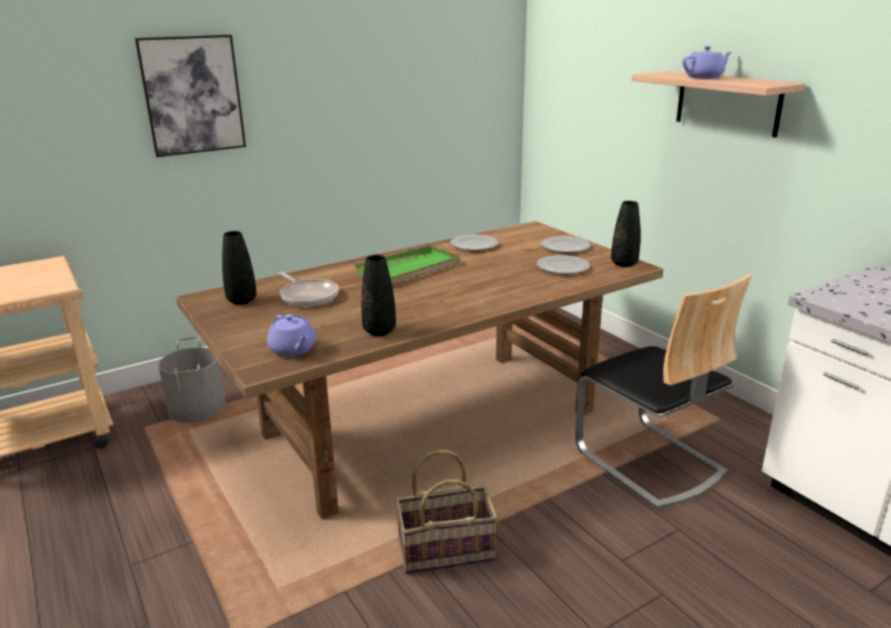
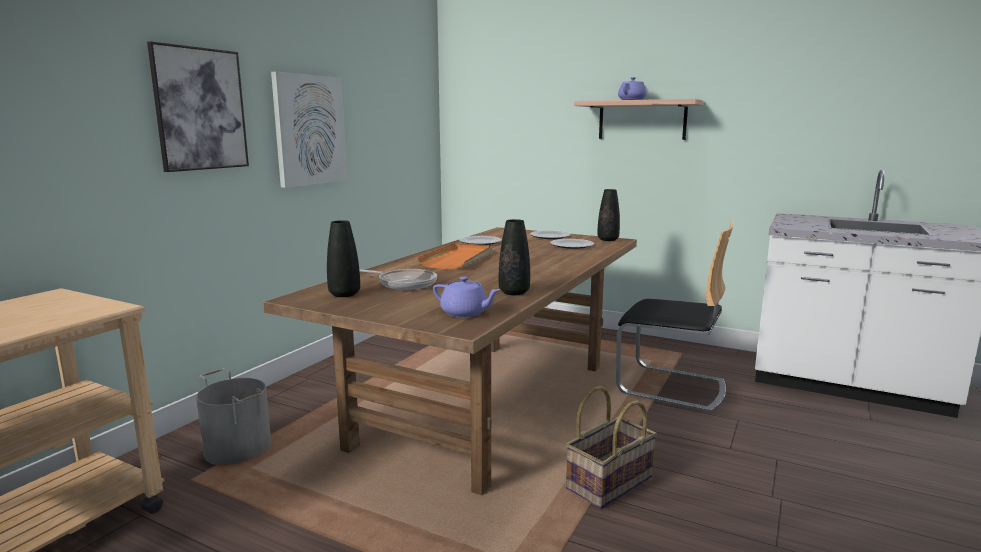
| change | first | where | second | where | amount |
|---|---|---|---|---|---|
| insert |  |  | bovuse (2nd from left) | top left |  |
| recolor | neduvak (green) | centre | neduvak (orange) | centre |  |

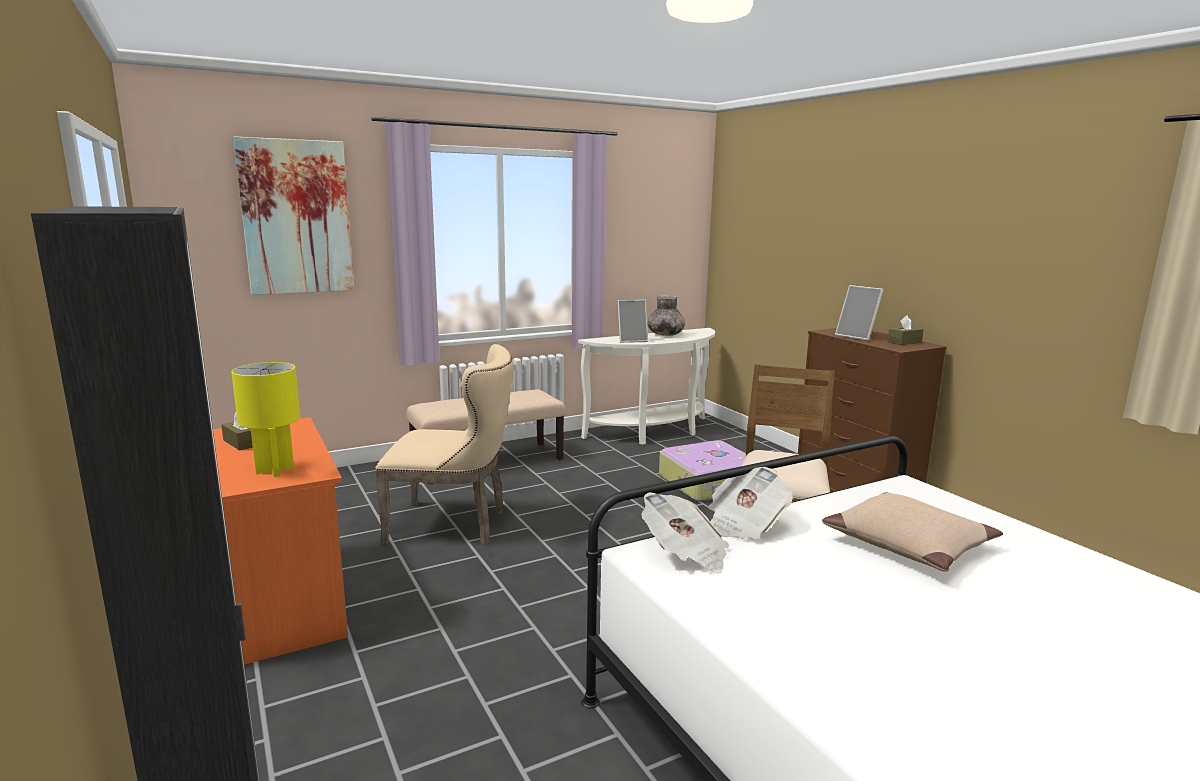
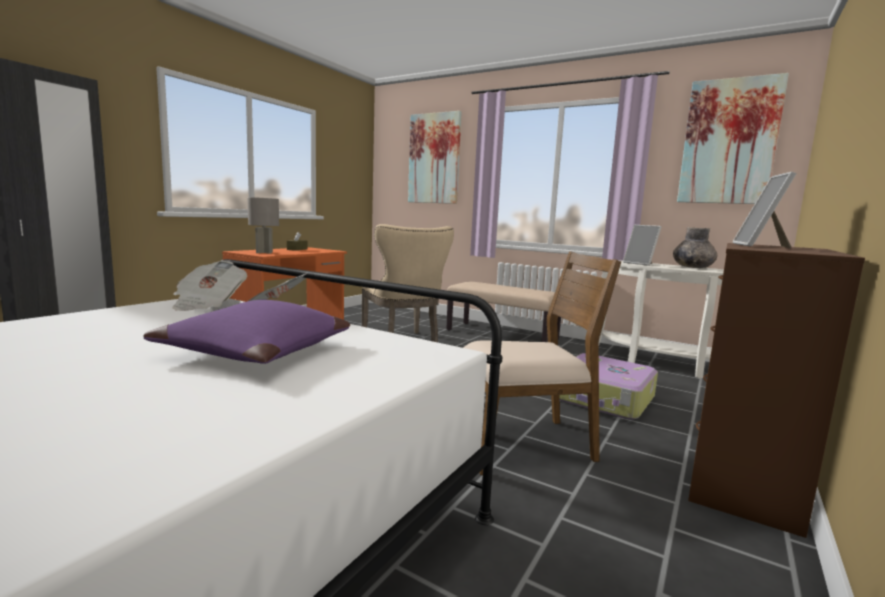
| change | first | where | second | where | amount |
|---|---|---|---|---|---|
| recolor | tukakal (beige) | bottom right | tukakal (purple) | middle left |  |
| recolor | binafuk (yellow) | middle left | binafuk (grey) | middle left |  |
| insert |  |  | bovuse (2nd from left) | top right |  |
| delete | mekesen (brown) (2nd from left) | middle right |  |  |  |

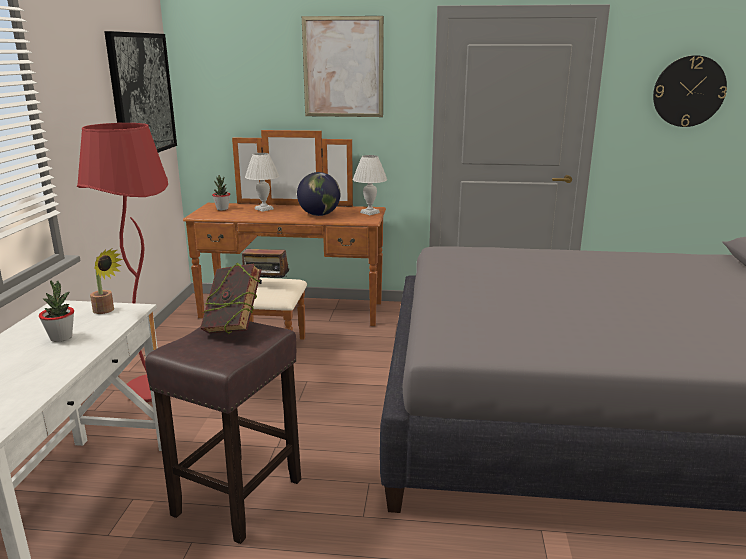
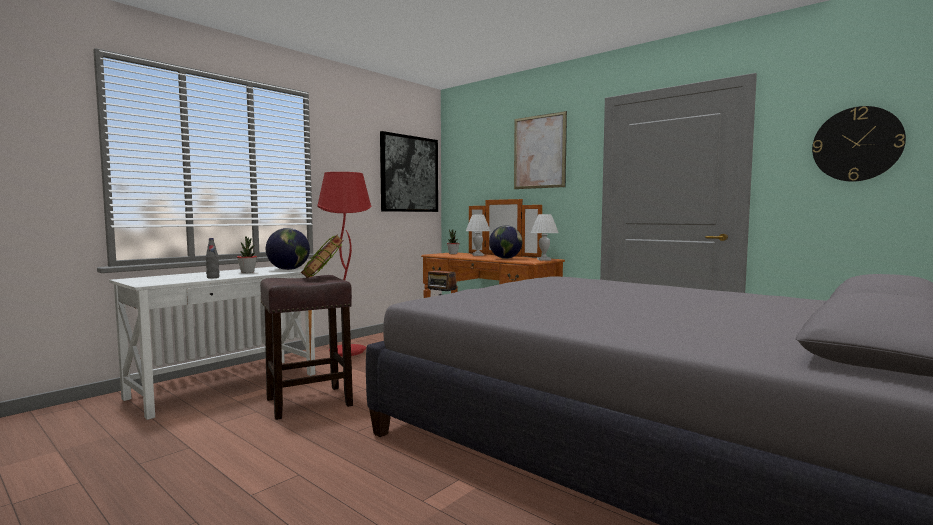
| change | first | where | second | where | amount |
|---|---|---|---|---|---|
| insert |  |  | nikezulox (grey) | middle left |  |
| replace | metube (2nd from left) | middle left | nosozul (1st from left) | middle left |  |

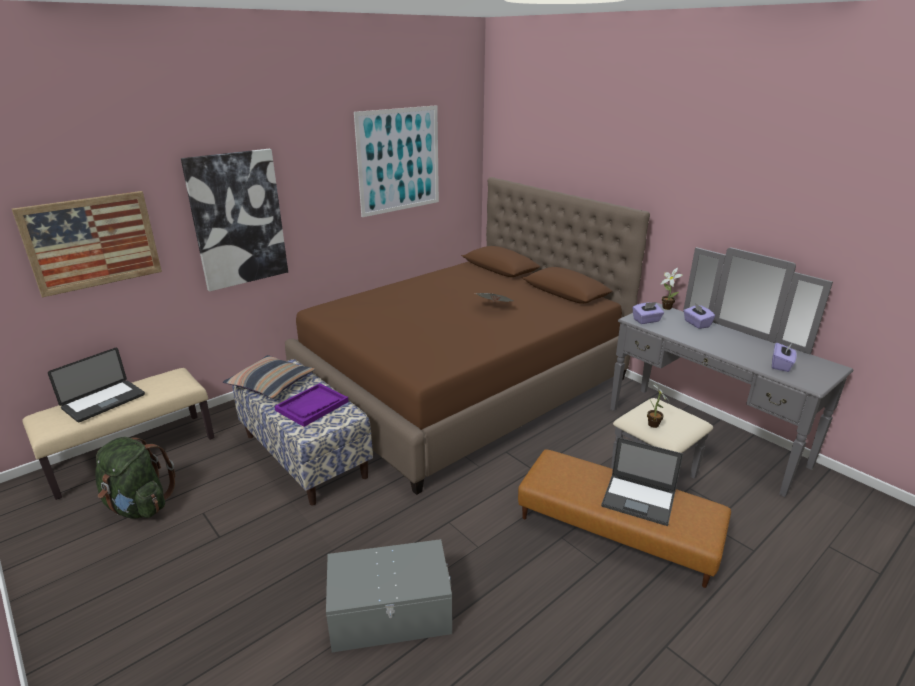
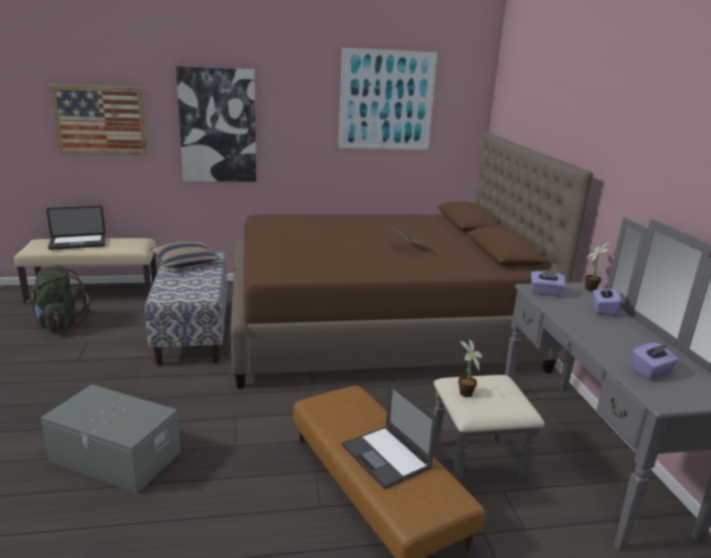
| change | first | where | second | where | amount |
|---|---|---|---|---|---|
| delete | neduvak (purple) | centre |  |  |  |

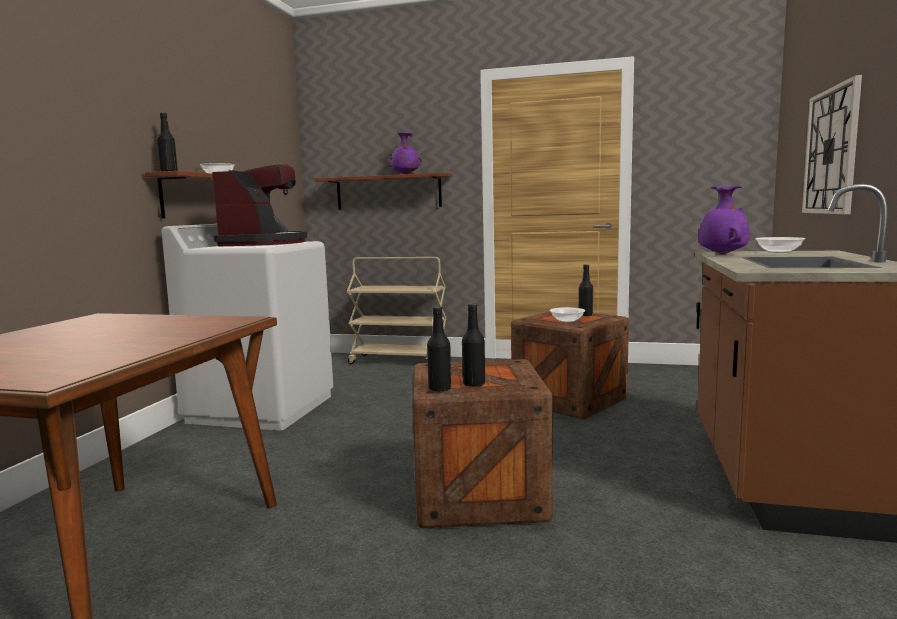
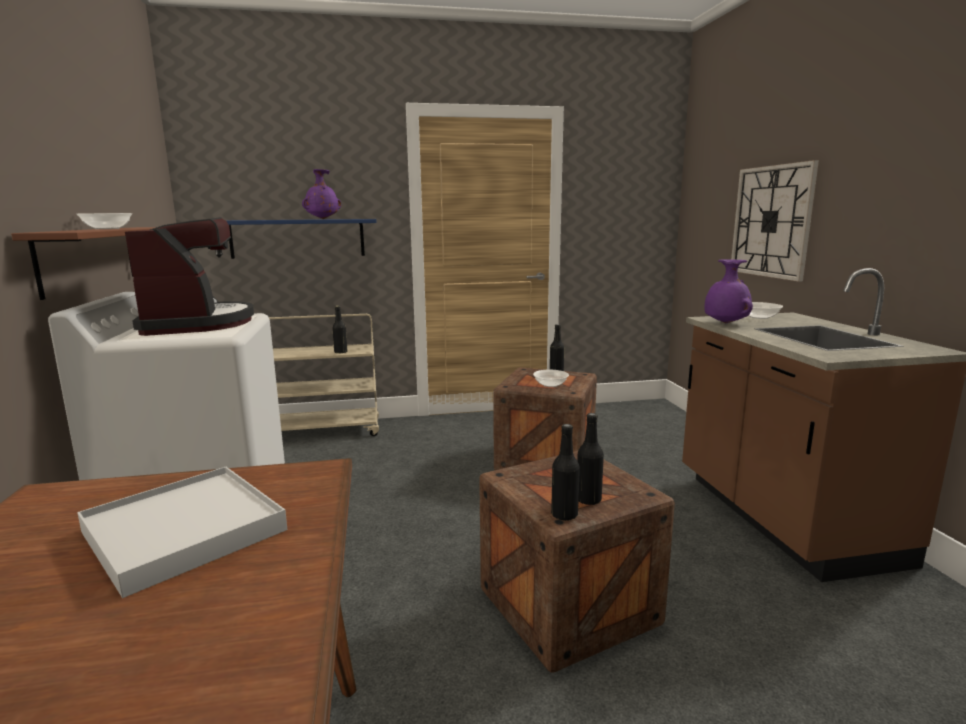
| change | first | where | second | where | amount |
|---|---|---|---|---|---|
| insert |  |  | neduvak (white) | bottom left |  |
| recolor | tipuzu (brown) (2nd from left) | top centre | tipuzu (blue) | top left |  |
| move | nikezulox (black) (1st from left) | top left |  | centre |  |

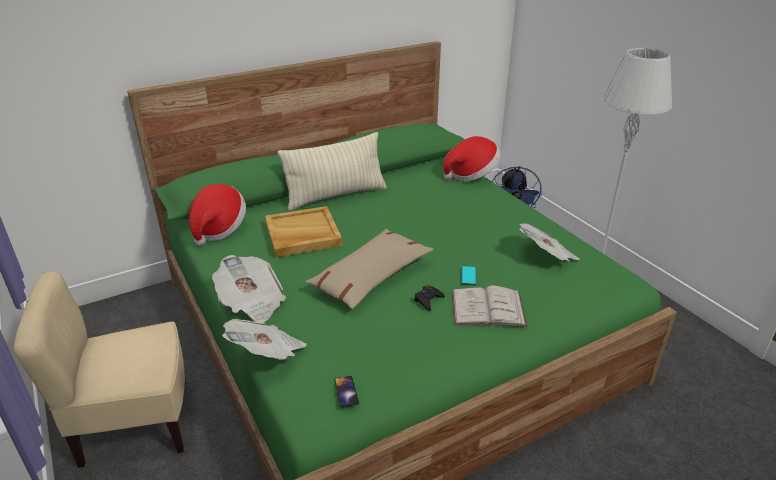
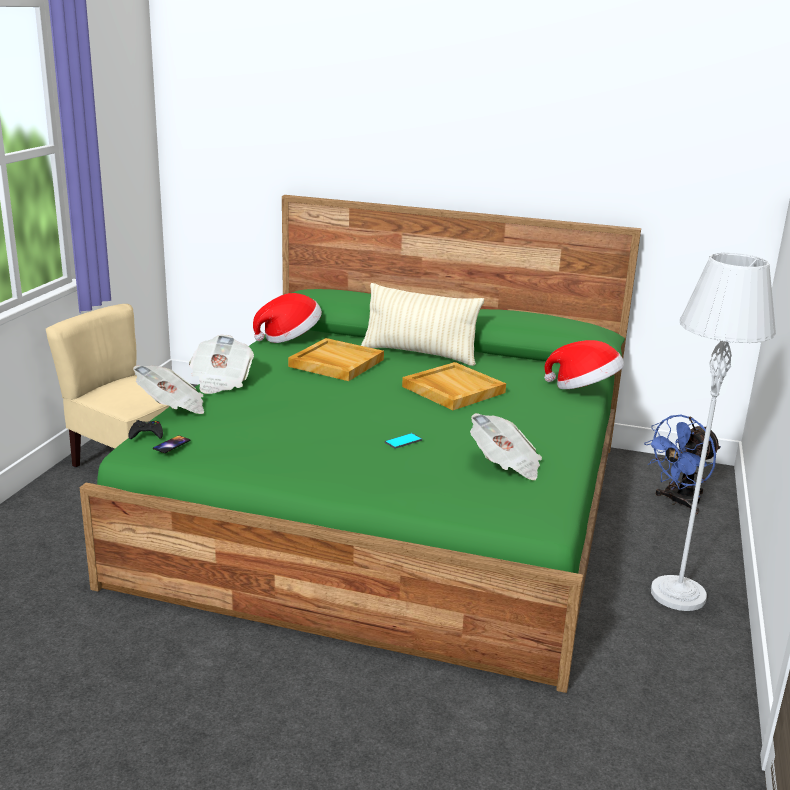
| change | first | where | second | where | amount |
|---|---|---|---|---|---|
| move | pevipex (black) | centre |  | middle left |  |
| insert |  |  | neduvak (beige) (2nd from left) | centre |  |
| delete | tukakal (beige) (2nd from left) | centre |  |  |  |
| delete | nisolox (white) | centre |  |  |  |

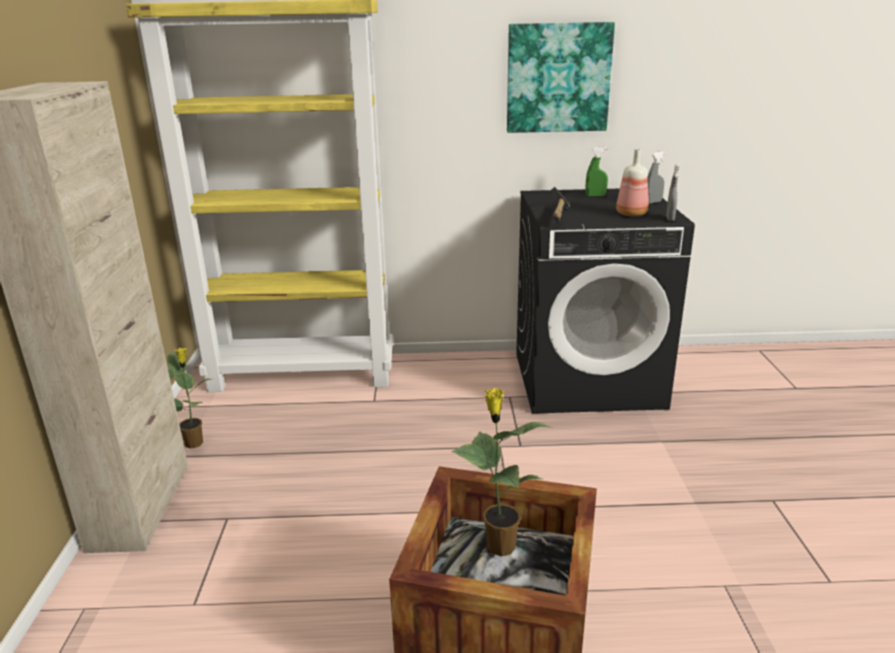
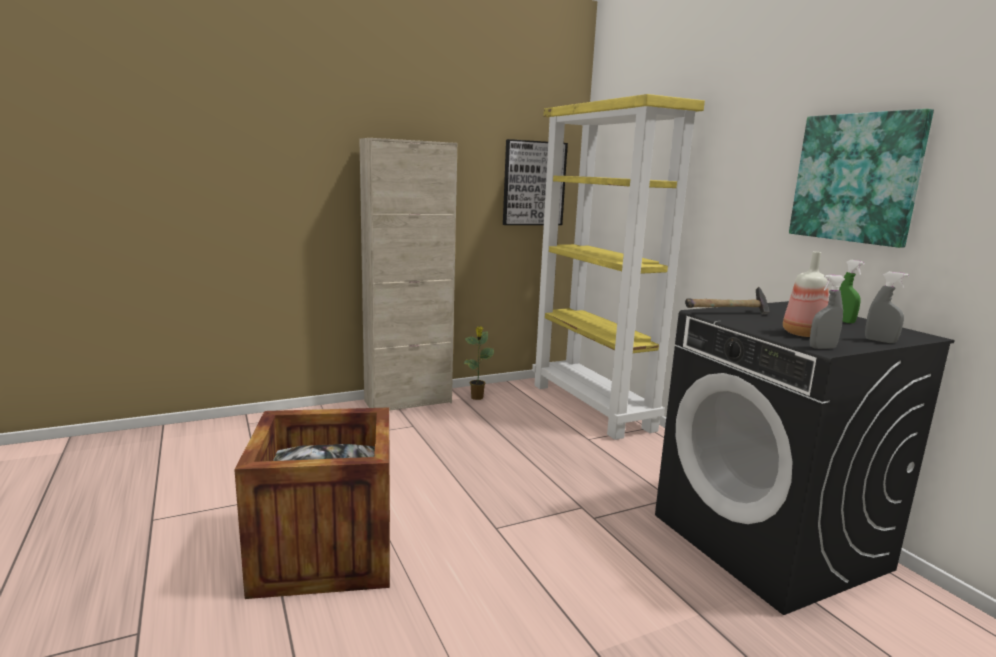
| change | first | where | second | where | amount |
|---|---|---|---|---|---|
| insert |  |  | bovuse (1st from left) | top centre |  |
| delete | metube (2nd from left) | bottom centre |  |  |  |

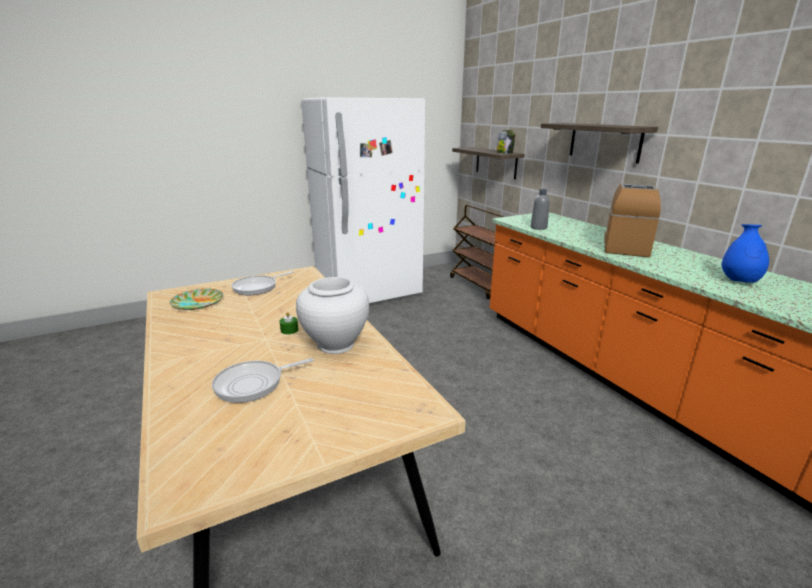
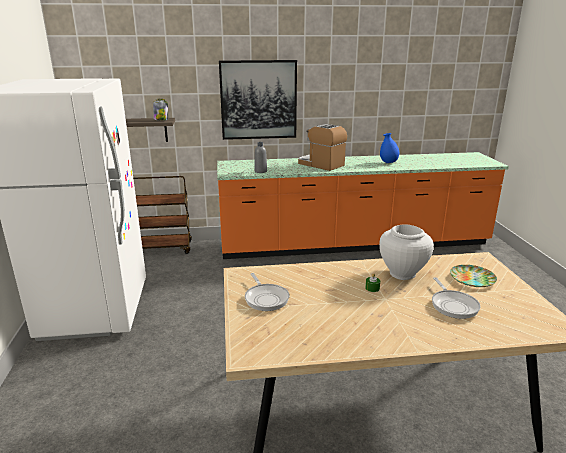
| change | first | where | second | where | amount |
|---|---|---|---|---|---|
| replace | tipuzu (2nd from left) | top right | bovuse | top centre |  |
| move | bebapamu | middle left |  | middle right |  |

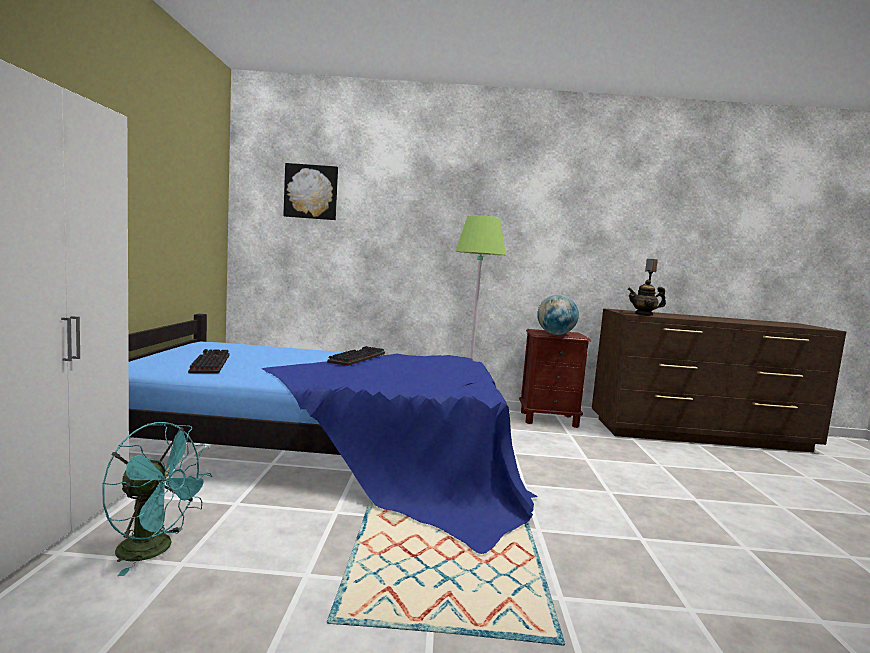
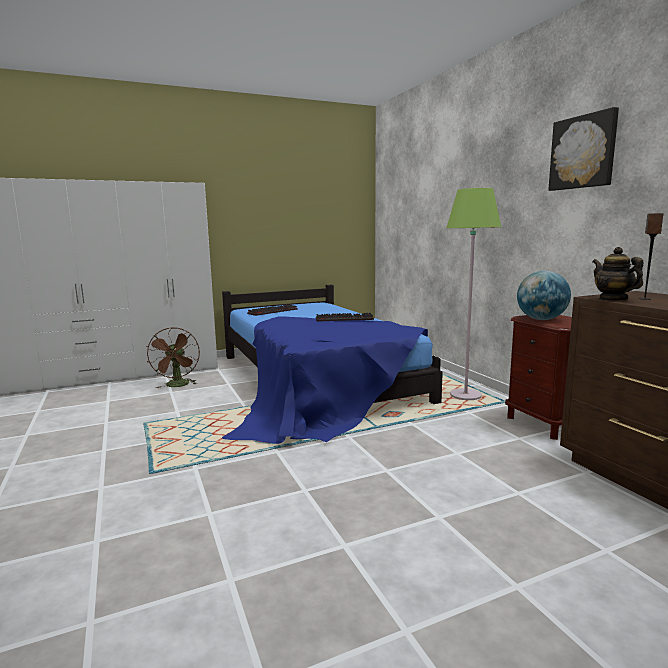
| change | first | where | second | where | amount |
|---|---|---|---|---|---|
| recolor | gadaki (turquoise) | bottom left | gadaki (brown) | middle left |  |
| move | bovuse | top centre |  | top right |  |

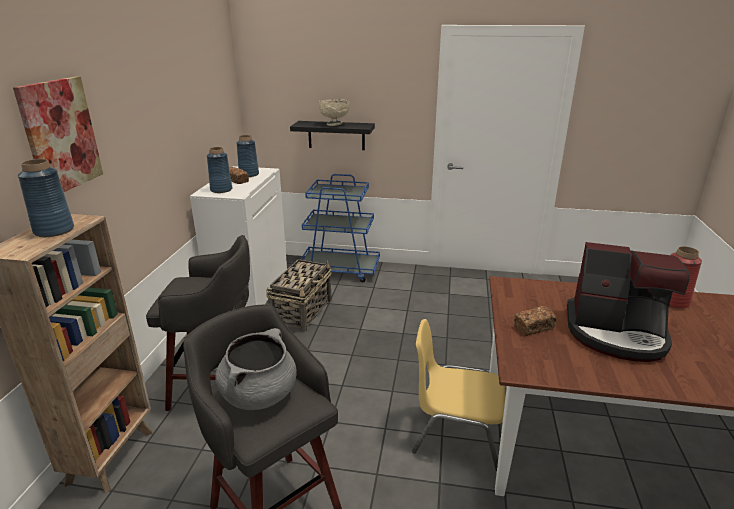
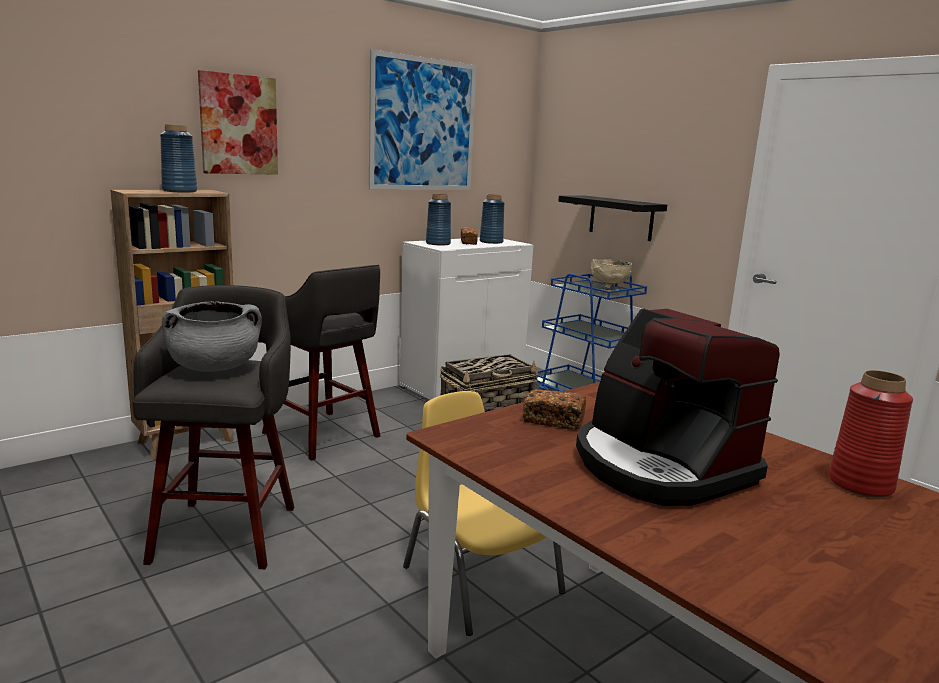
| change | first | where | second | where | amount |
|---|---|---|---|---|---|
| insert |  |  | bovuse (2nd from left) | top centre |  |
| move | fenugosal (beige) | top centre |  | centre |  |

